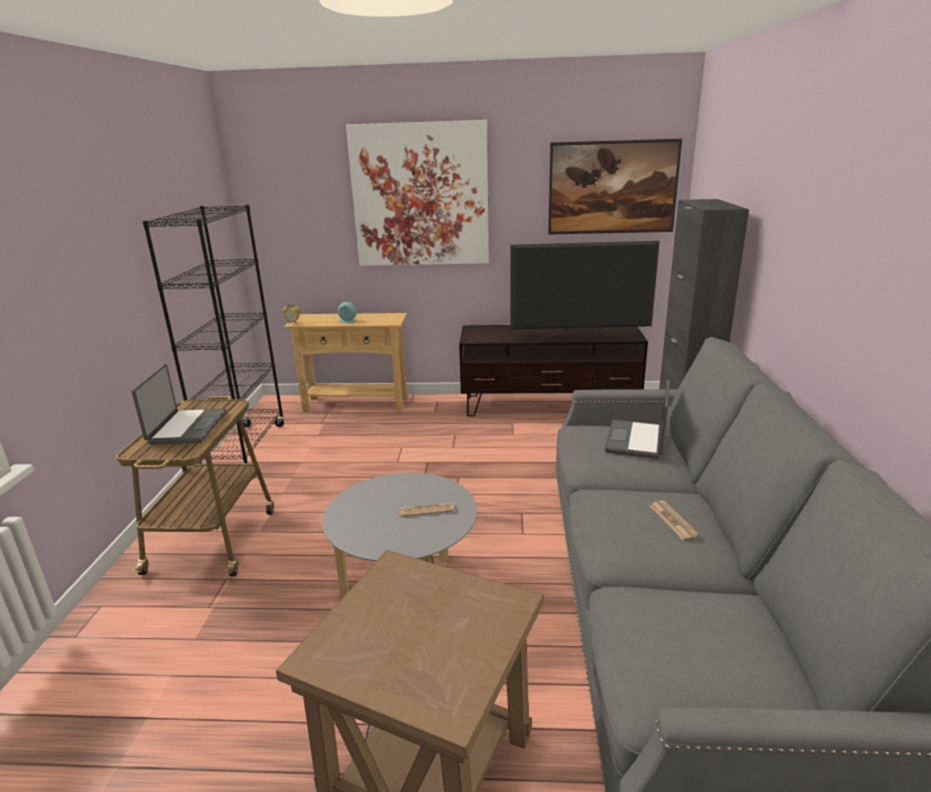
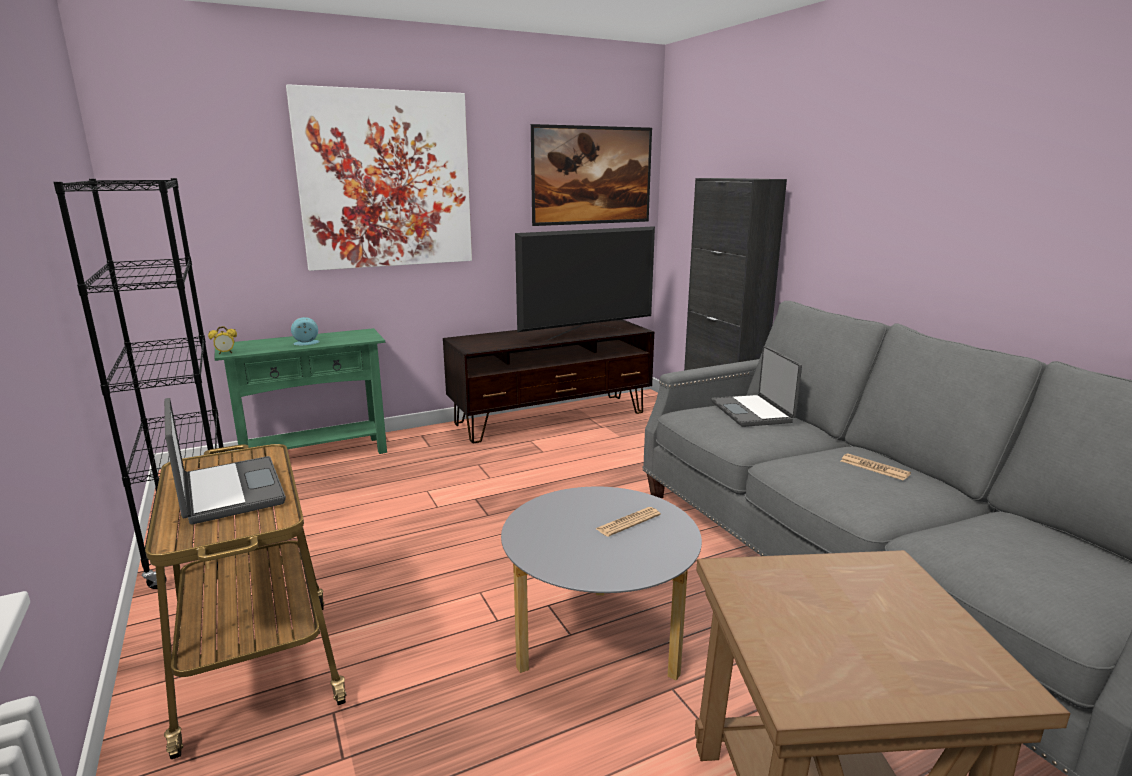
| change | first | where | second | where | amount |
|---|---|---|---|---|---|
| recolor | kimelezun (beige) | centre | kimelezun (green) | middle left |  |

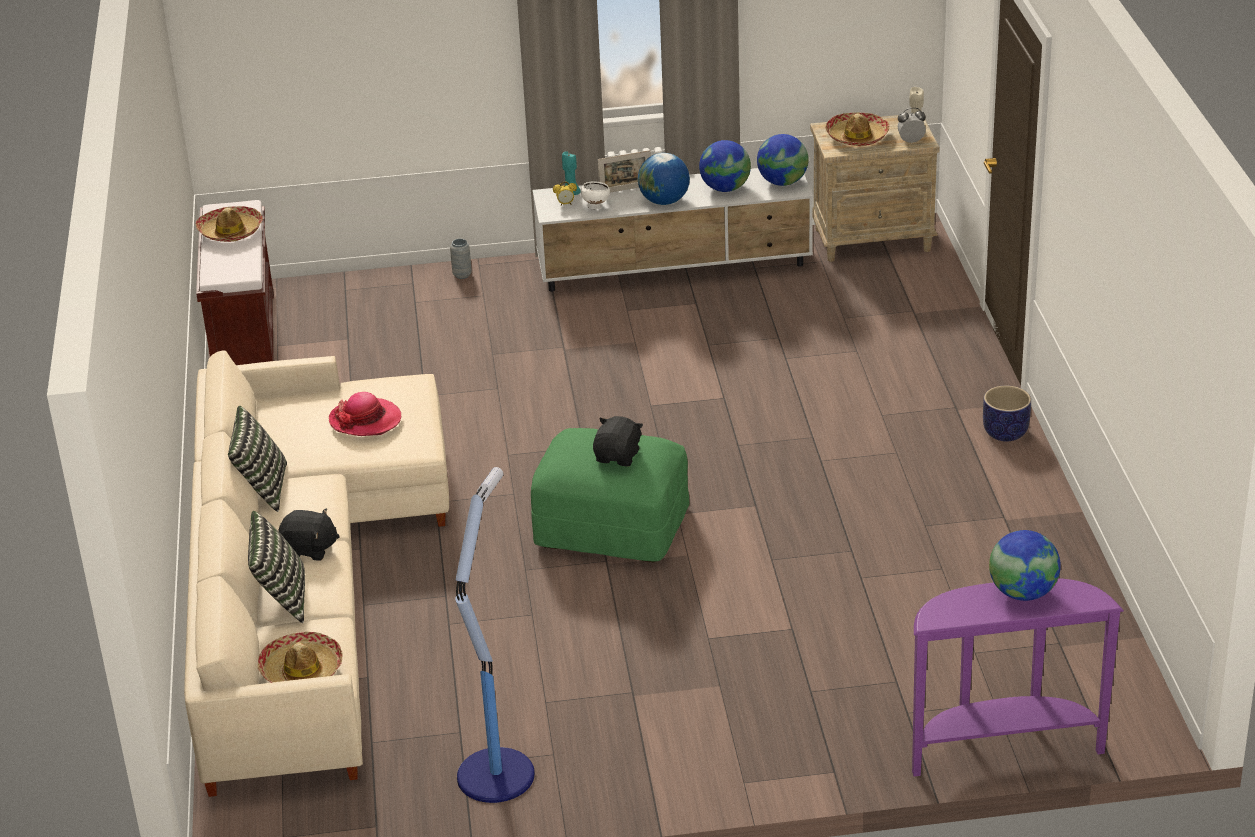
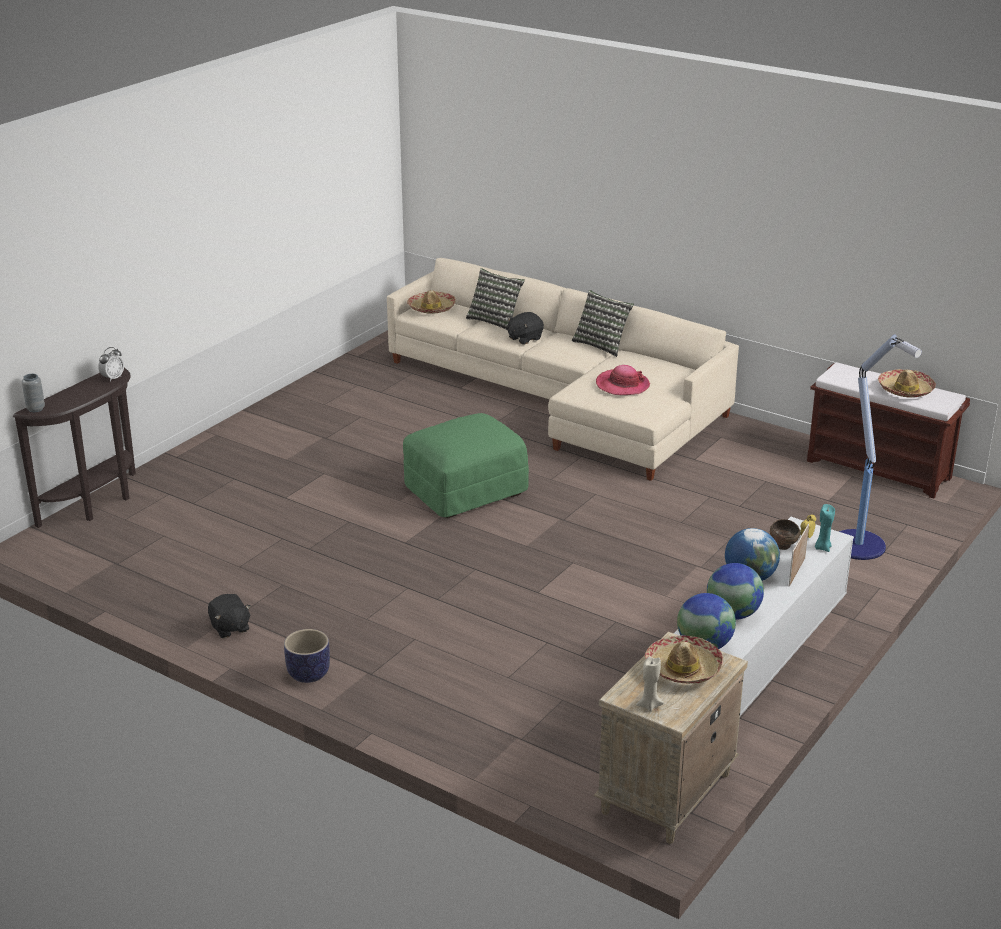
| change | first | where | second | where | amount |
|---|---|---|---|---|---|
| recolor | kimelezun (purple) | bottom right | kimelezun (brown) | middle left |  |
| move | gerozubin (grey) | top centre |  | middle left |  |
| move | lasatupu (2nd from left in the first image) | top right | lasatupu (1st from left) | middle left |  |
| move | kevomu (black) (2nd from left in the first image) | centre | kevomu (black) (1st from left) | middle left |  |
| recolor | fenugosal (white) | top centre | fenugosal (brown) | middle right |  |
| move | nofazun | bottom centre |  | middle right |  |
| delete | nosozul (4th from left) | bottom right |  |  |  |

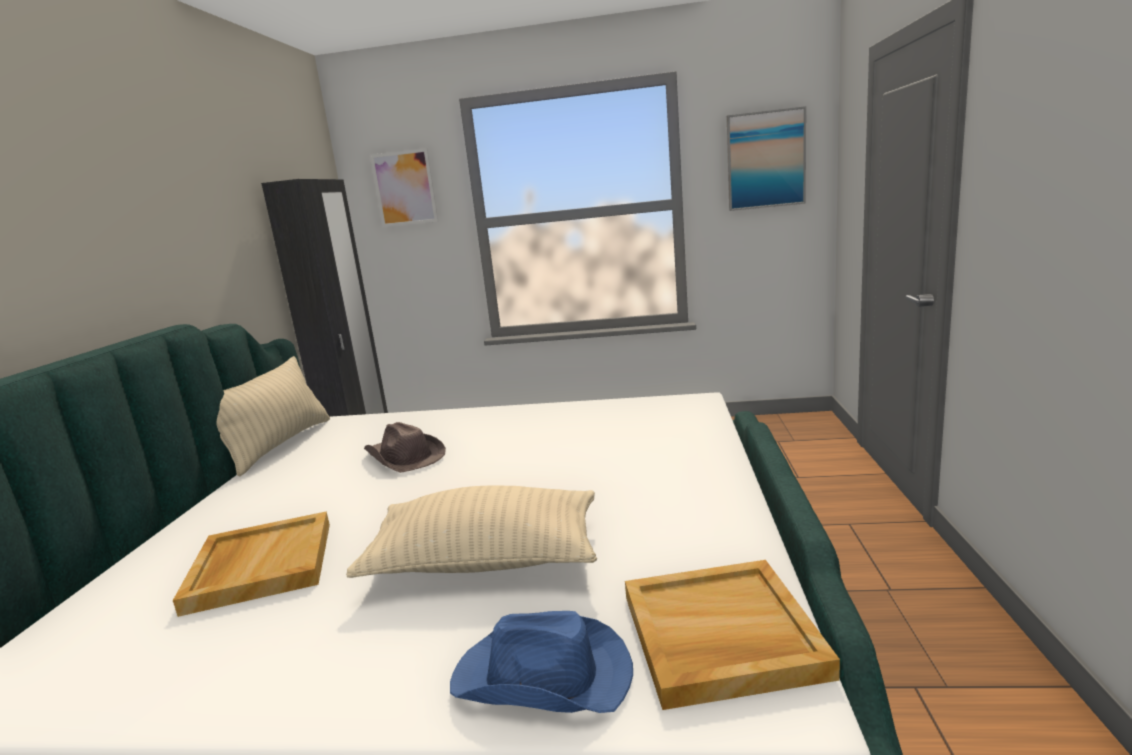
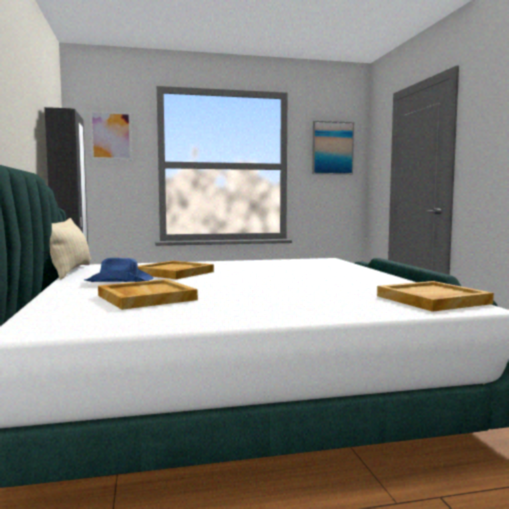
| change | first | where | second | where | amount |
|---|---|---|---|---|---|
| move | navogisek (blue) | bottom centre |  | middle left |  |
| replace | navogisek (brown) | centre | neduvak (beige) (2nd from left) | centre |  |
| delete | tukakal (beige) (2nd from left) | bottom centre |  |  |  |

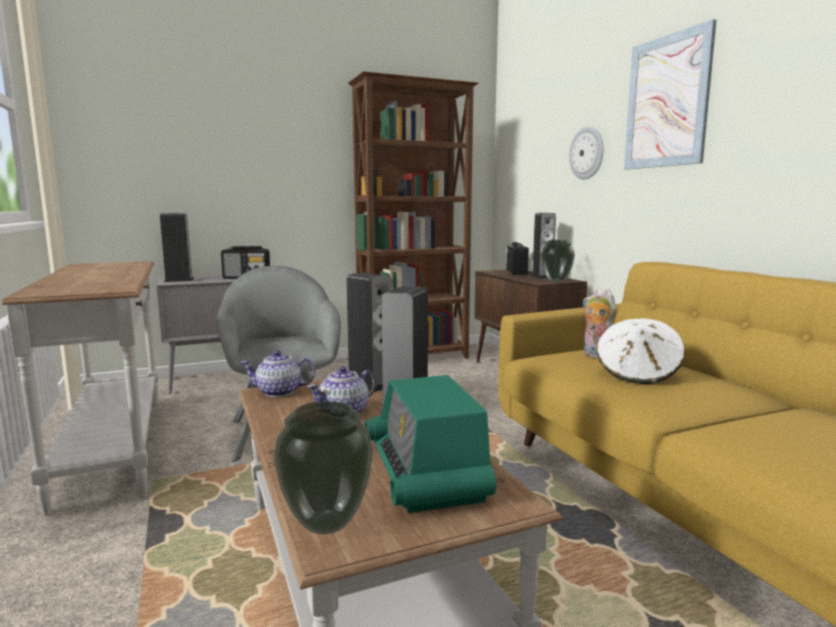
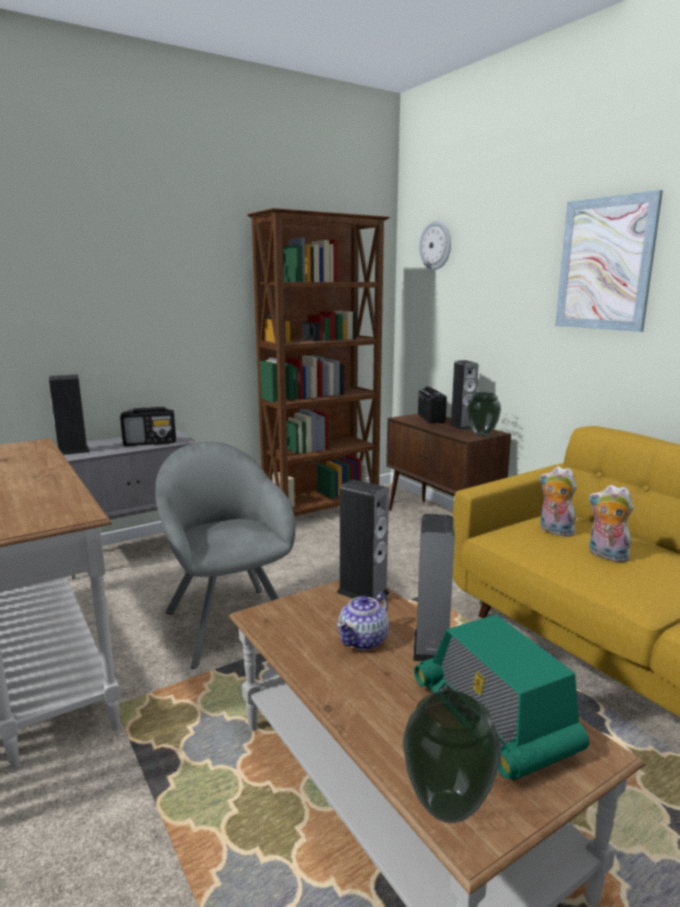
| change | first | where | second | where | amount |
|---|---|---|---|---|---|
| move | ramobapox | top right |  | top centre |  |
| replace | navogisek (white) | middle right | kevomu (2nd from left) | middle right |  |
| delete | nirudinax (1st from left) | middle left |  |  |  |

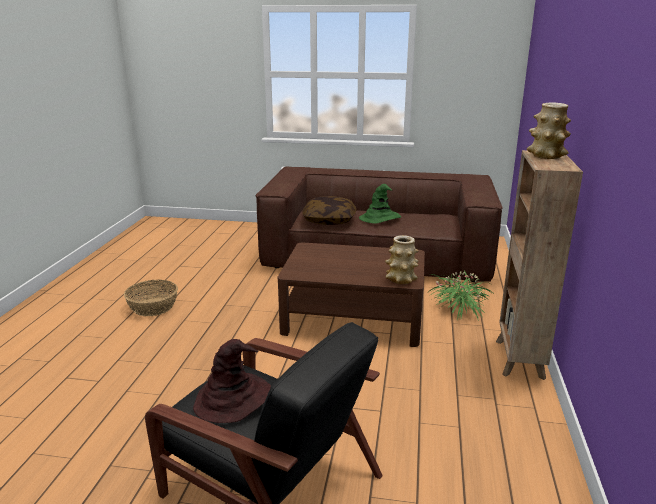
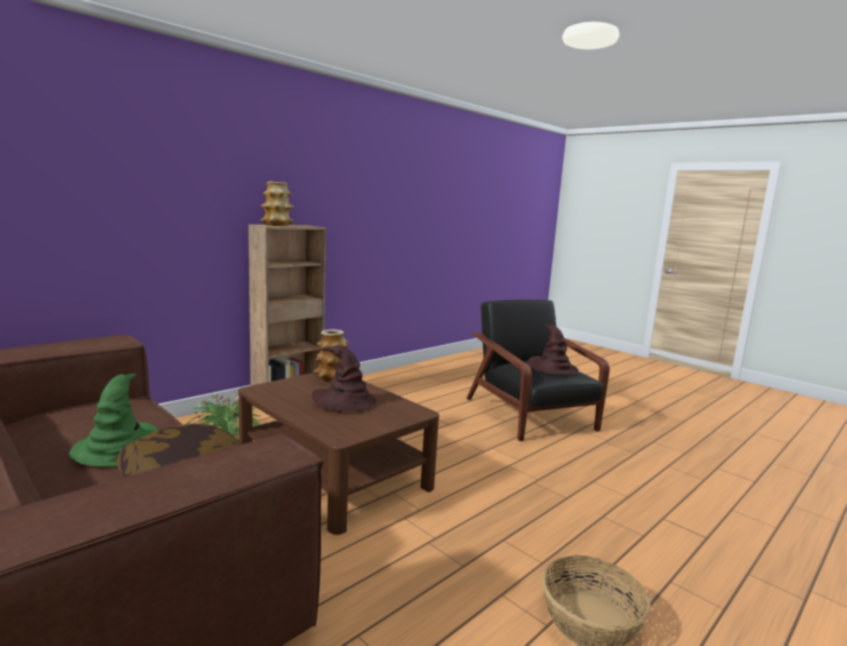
| change | first | where | second | where | amount |
|---|---|---|---|---|---|
| insert |  |  | navogisek (brown) (1st from left) | centre |  |

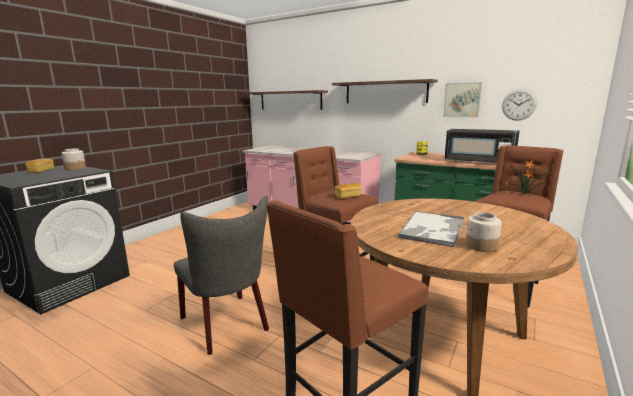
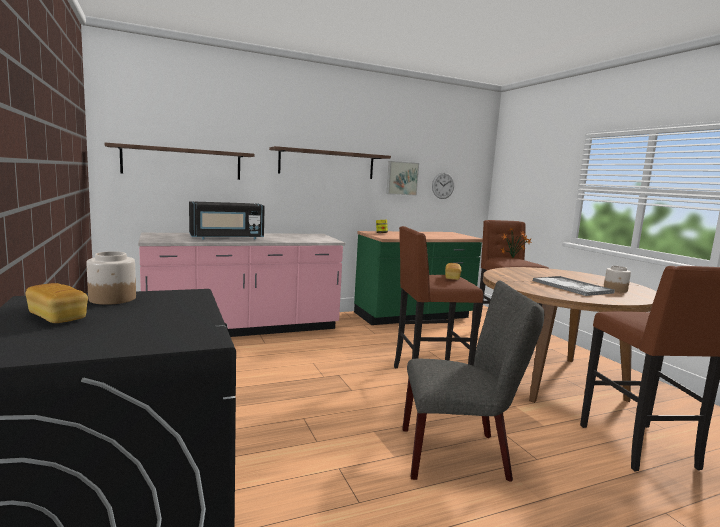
| change | first | where | second | where | amount |
|---|---|---|---|---|---|
| move | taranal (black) | middle right |  | middle left |  |

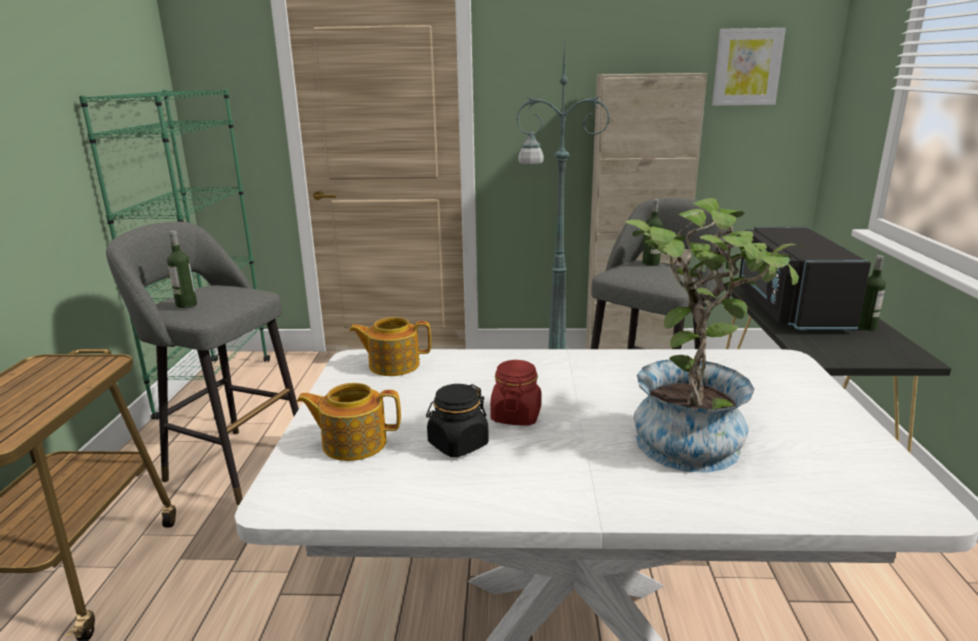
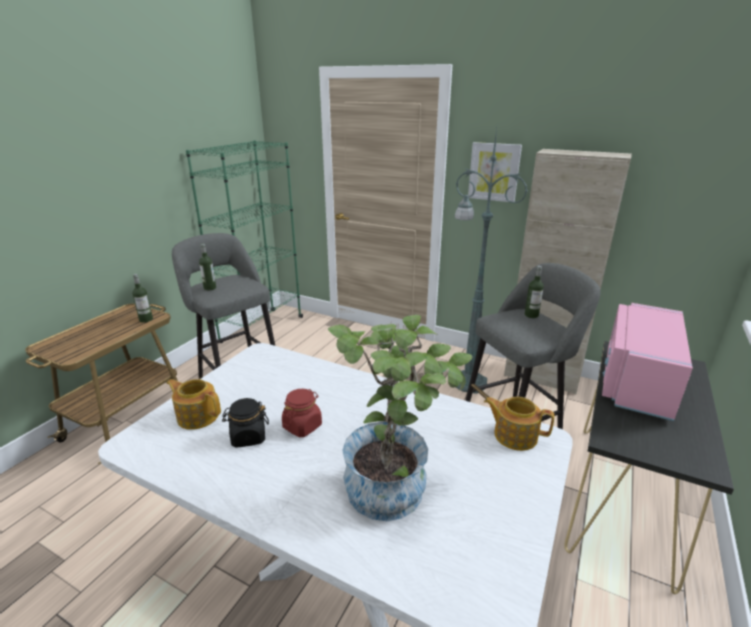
| change | first | where | second | where | amount |
|---|---|---|---|---|---|
| move | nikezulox (3rd from left in the first image) | middle right | nikezulox (1st from left) | middle left |  |
| move | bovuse | top right |  | top centre |  |
| move | nirudinax (2nd from left) | centre |  | bottom right |  |
| recolor | taranal (black) | middle right | taranal (pink) | middle right |  |

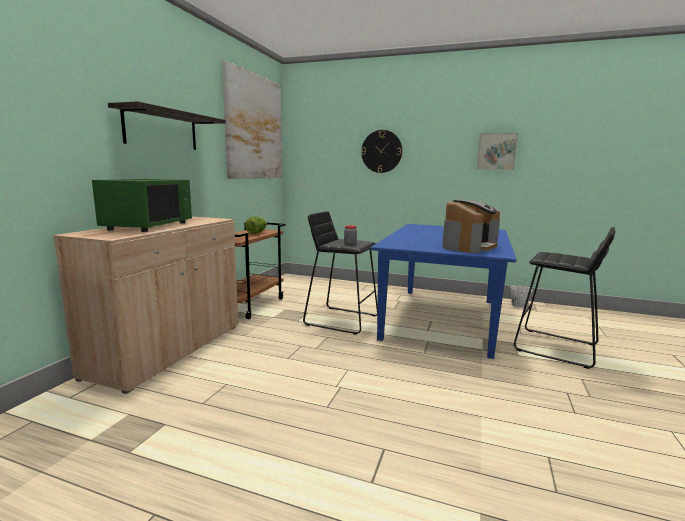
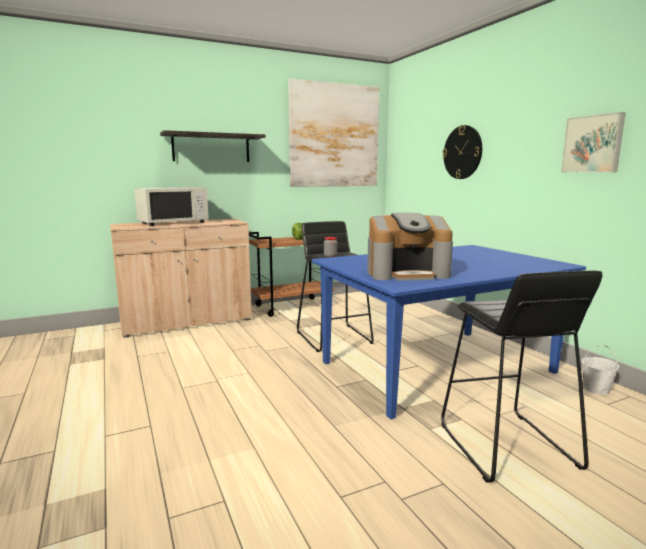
| change | first | where | second | where | amount |
|---|---|---|---|---|---|
| recolor | taranal (green) | middle left | taranal (white) | middle left |  |

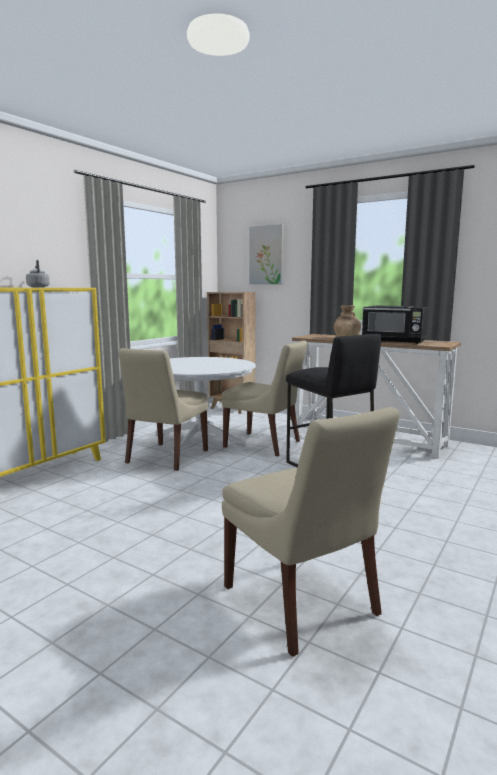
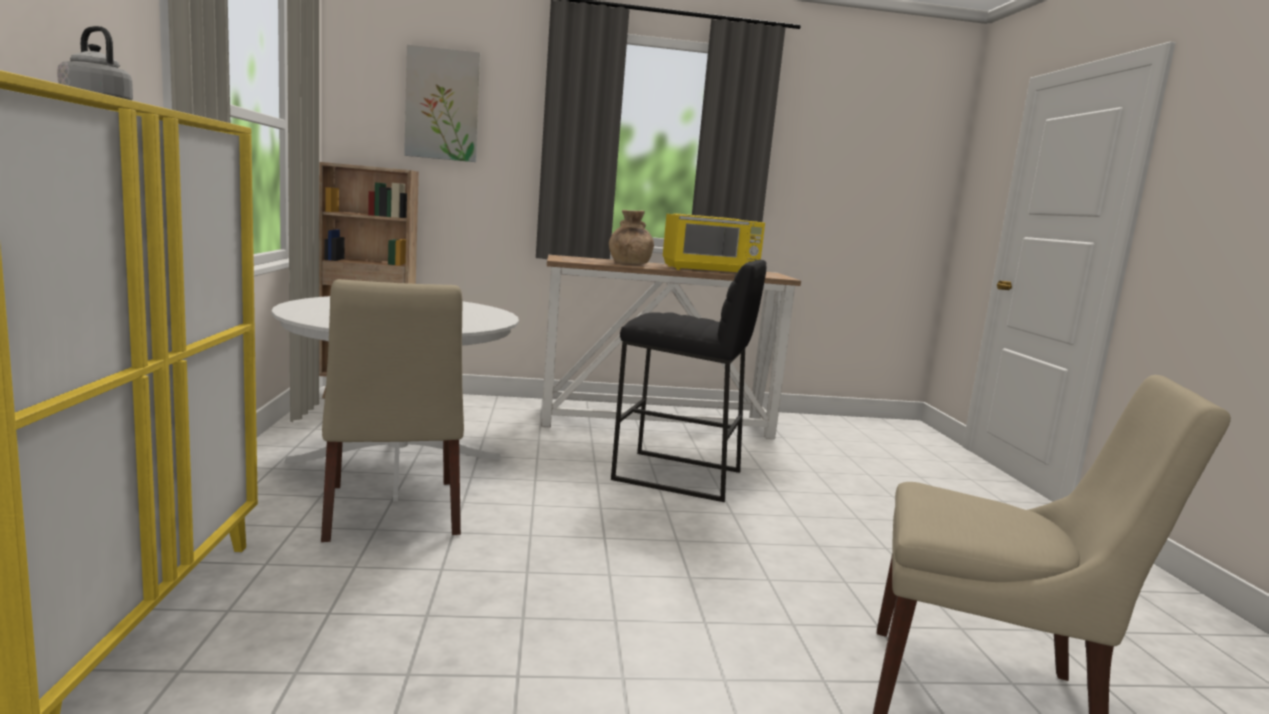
| change | first | where | second | where | amount |
|---|---|---|---|---|---|
| recolor | taranal (black) | middle right | taranal (yellow) | centre |  |
| delete | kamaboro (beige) (2nd from left) | centre |  |  |  |

